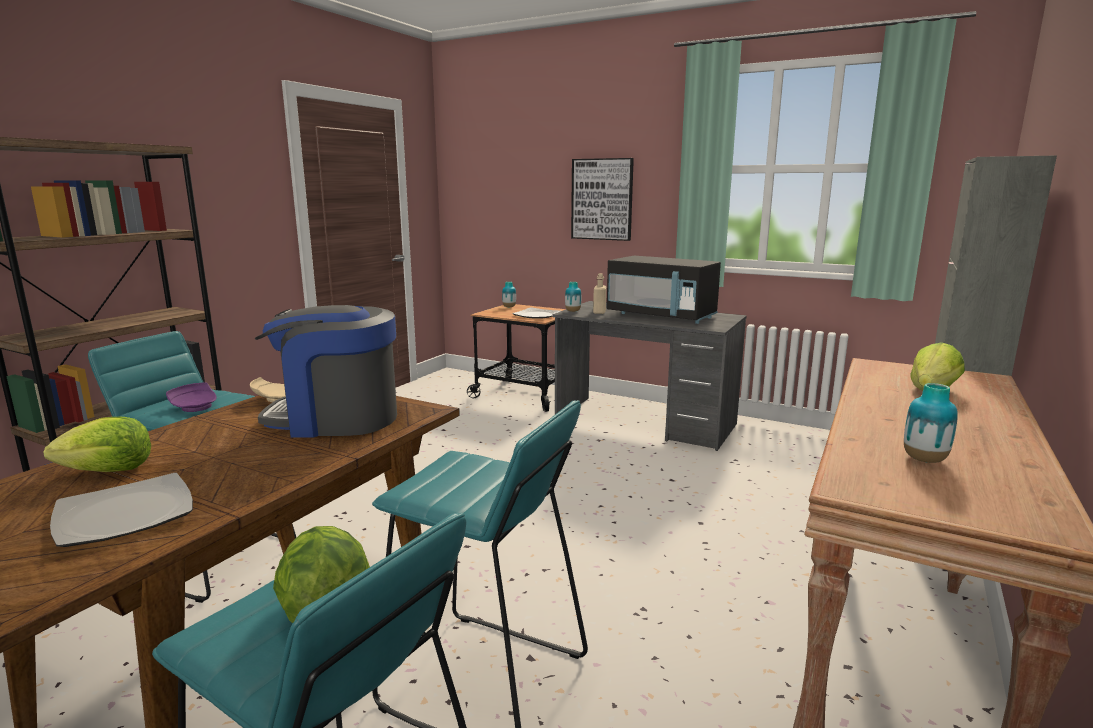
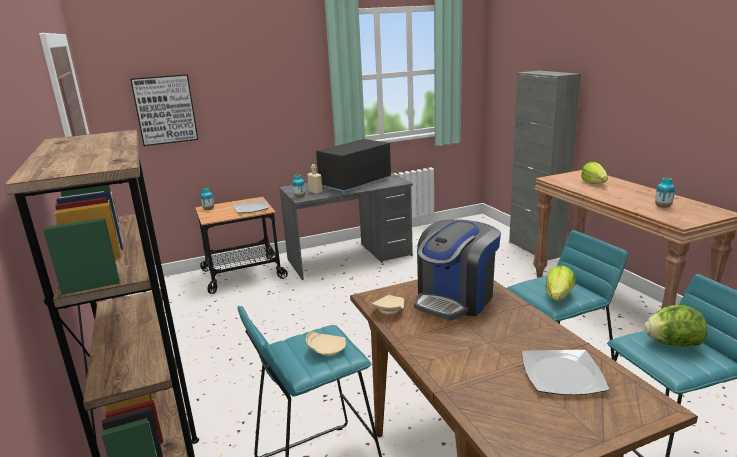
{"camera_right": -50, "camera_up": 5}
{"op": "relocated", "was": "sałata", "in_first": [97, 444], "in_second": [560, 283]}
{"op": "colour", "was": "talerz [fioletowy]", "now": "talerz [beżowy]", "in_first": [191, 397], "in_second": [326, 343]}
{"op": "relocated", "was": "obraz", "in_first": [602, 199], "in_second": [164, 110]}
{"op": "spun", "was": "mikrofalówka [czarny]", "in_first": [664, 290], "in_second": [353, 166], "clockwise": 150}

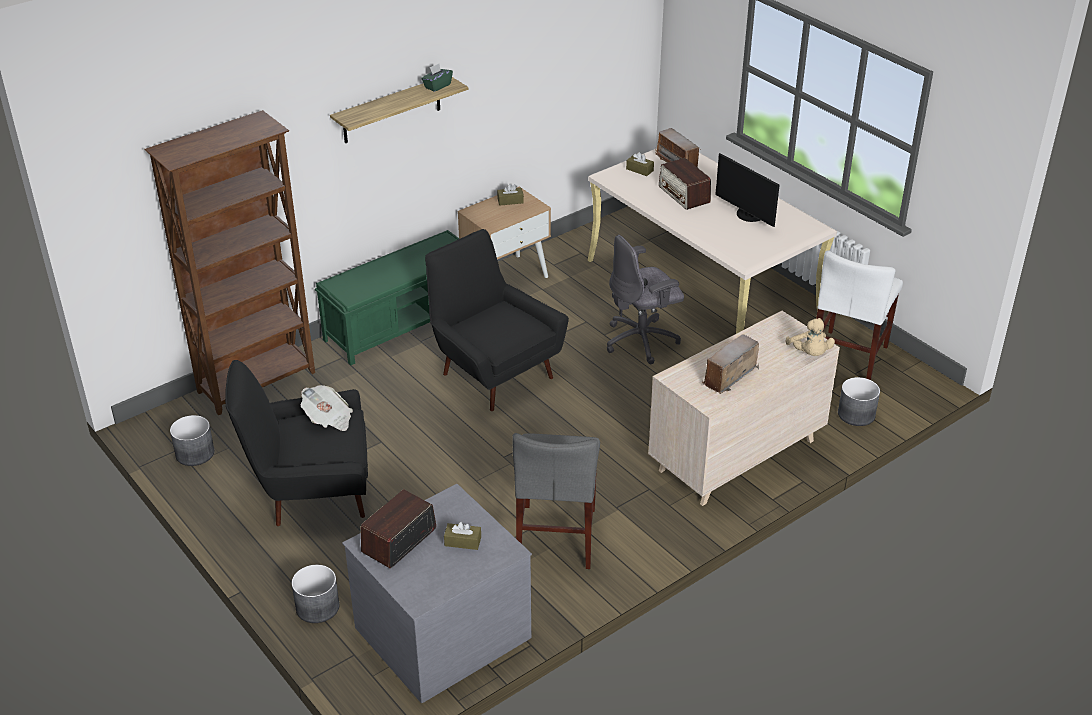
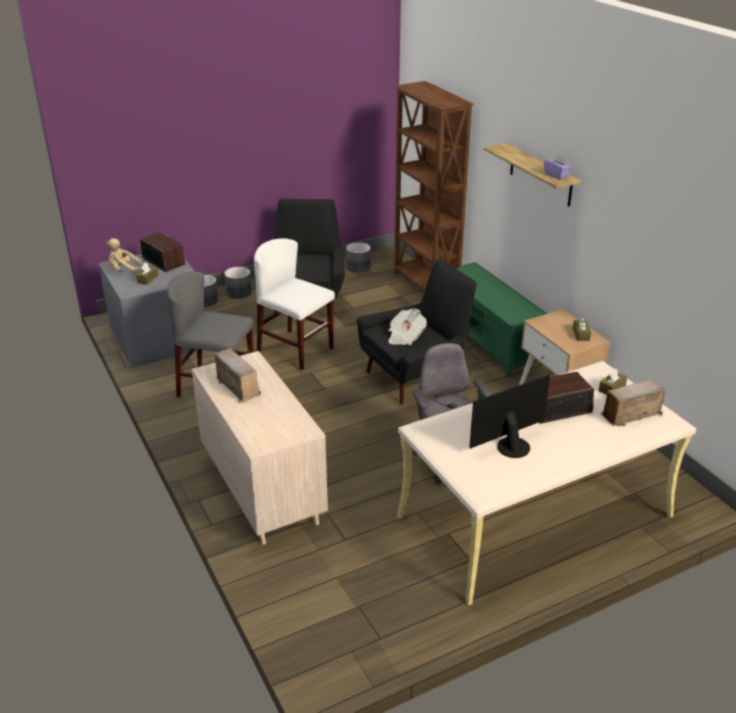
{"camera_right": 100, "camera_up": -5}
{"op": "relocated", "was": "gazeta", "in_first": [327, 408], "in_second": [407, 326]}
{"op": "colour", "was": "pudełko chusteczek [zielony]", "now": "pudełko chusteczek [fioletowy]", "in_first": [437, 78], "in_second": [558, 167]}
{"op": "relocated", "was": "pluszak [beżowy]", "in_first": [810, 337], "in_second": [124, 256]}
{"op": "relocated", "was": "krzesło [biały]", "in_first": [859, 315], "in_second": [294, 304]}
{"op": "relocated", "was": "donica [szary]", "in_first": [859, 401], "in_second": [238, 282]}

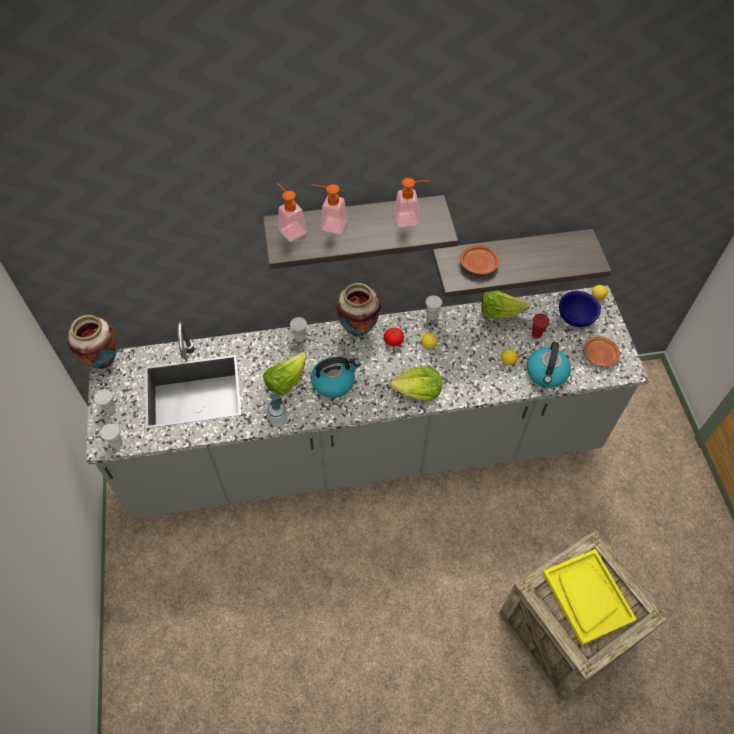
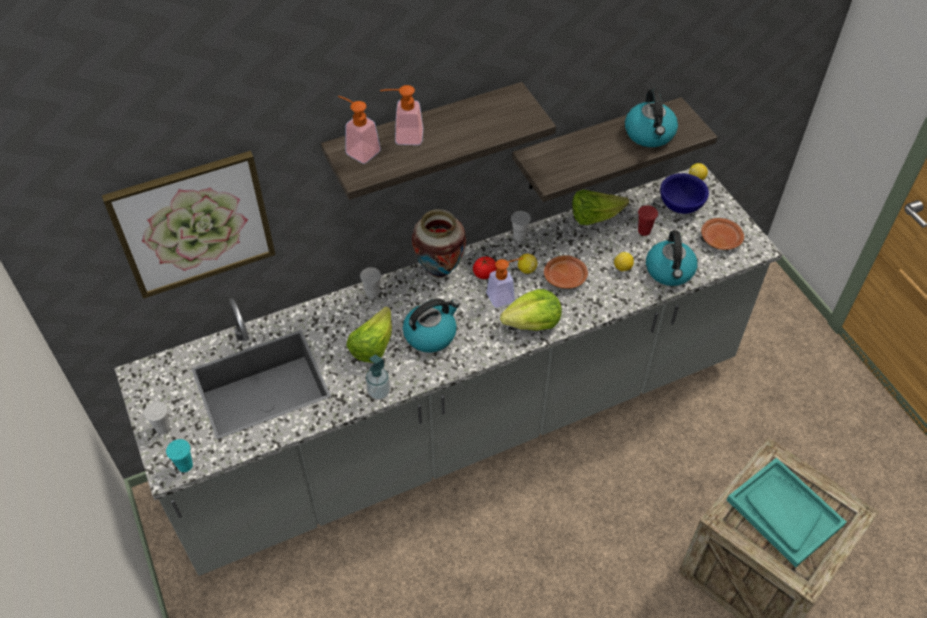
{"camera_right": -15, "camera_up": -5}
{"op": "missing", "was": "wazon", "in_first": [92, 342]}
{"op": "colour", "was": "filiżanka [biały]", "now": "filiżanka [turkusowy]", "in_first": [111, 436], "in_second": [179, 455]}
{"op": "relocated", "was": "dozownik mydła", "in_first": [412, 202], "in_second": [504, 283]}
{"op": "relocated", "was": "talerz [brązowy]", "in_first": [479, 259], "in_second": [566, 272]}
{"op": "colour", "was": "taca [żółty]", "now": "taca [turkusowy]", "in_first": [590, 597], "in_second": [786, 512]}
{"op": "appeared", "now": "obraz", "in_second": [189, 225]}
{"op": "appeared", "now": "czajnik", "in_second": [651, 118]}

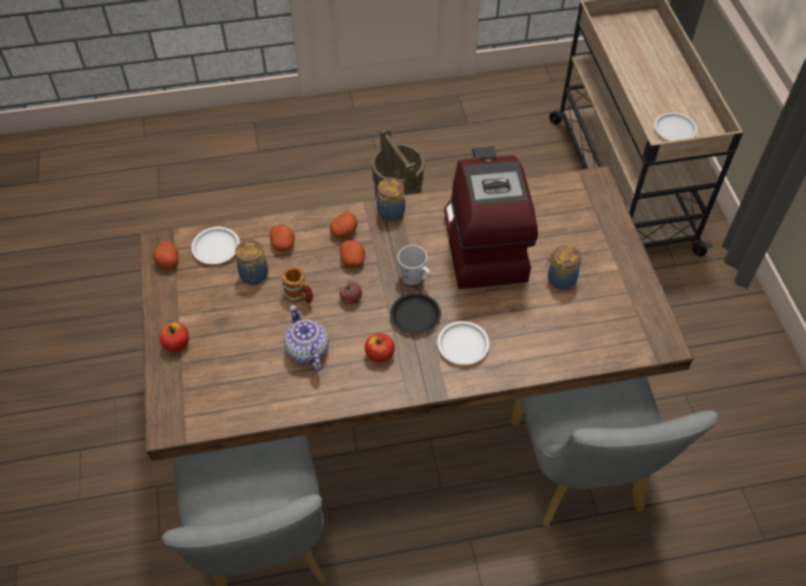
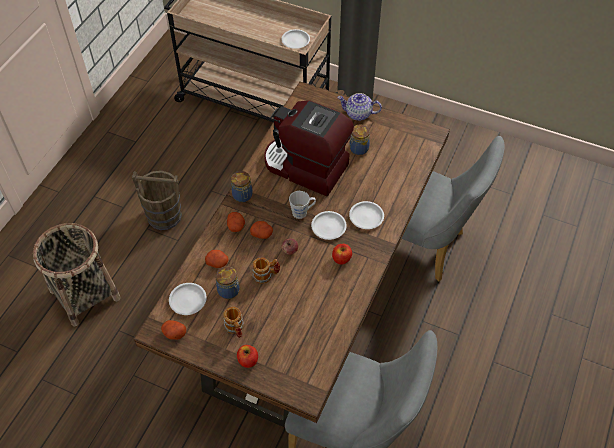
{"camera_right": -55, "camera_up": 0}
{"op": "relocated", "was": "imbryk", "in_first": [306, 338], "in_second": [359, 107]}
{"op": "colour", "was": "talerz [czarny]", "now": "talerz [biały]", "in_first": [415, 314], "in_second": [329, 225]}
{"op": "appeared", "now": "koszyk", "in_second": [77, 274]}
{"op": "appeared", "now": "kubek", "in_second": [233, 322]}

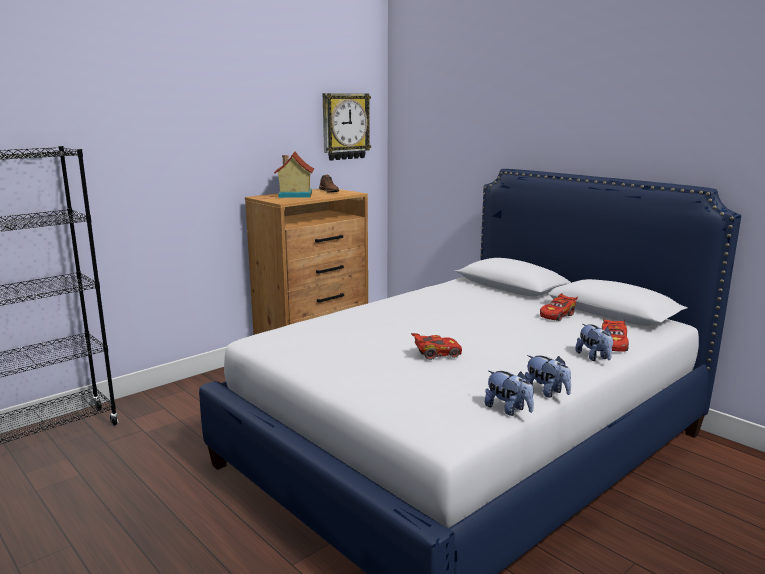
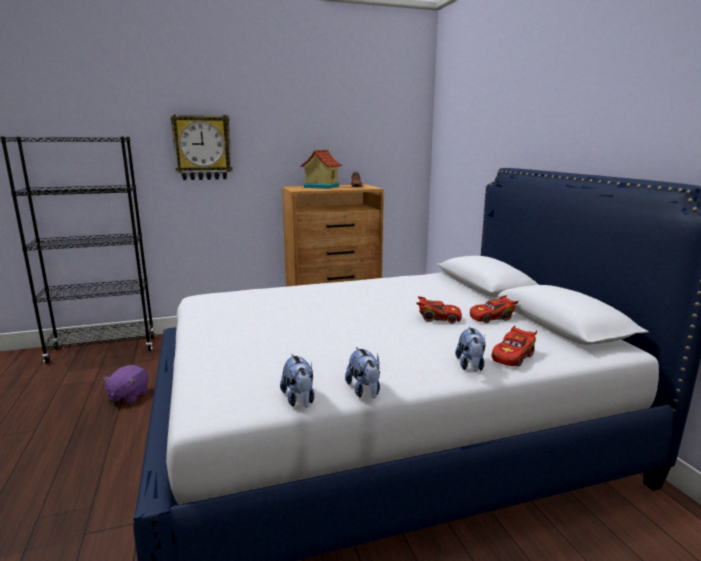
{"camera_right": 25, "camera_up": 0}
{"op": "relocated", "was": "zegar ścienny", "in_first": [347, 127], "in_second": [202, 147]}
{"op": "relocated", "was": "samochodzik [czerwony]", "in_first": [436, 346], "in_second": [439, 309]}
{"op": "appeared", "now": "pluszak [fioletowy]", "in_second": [125, 384]}

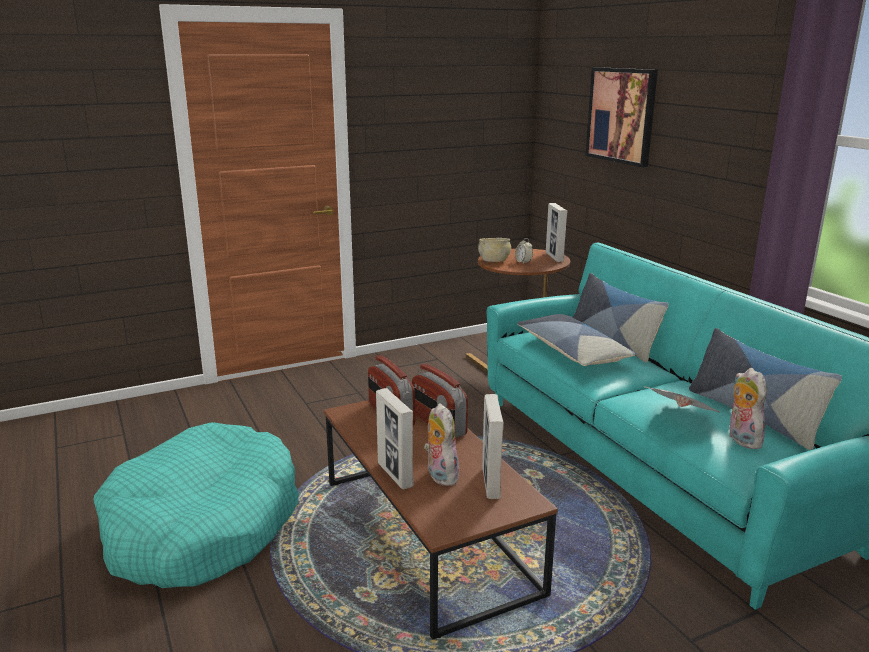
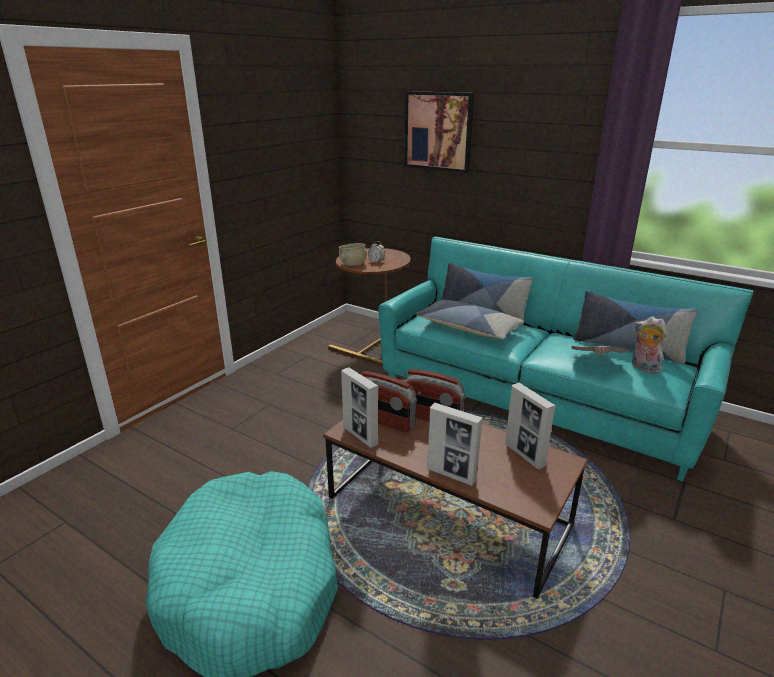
{"camera_right": -30, "camera_up": 5}
{"op": "missing", "was": "pluszak", "in_first": [442, 444]}
{"op": "relocated", "was": "ramka na zdjęcie", "in_first": [556, 232], "in_second": [360, 407]}

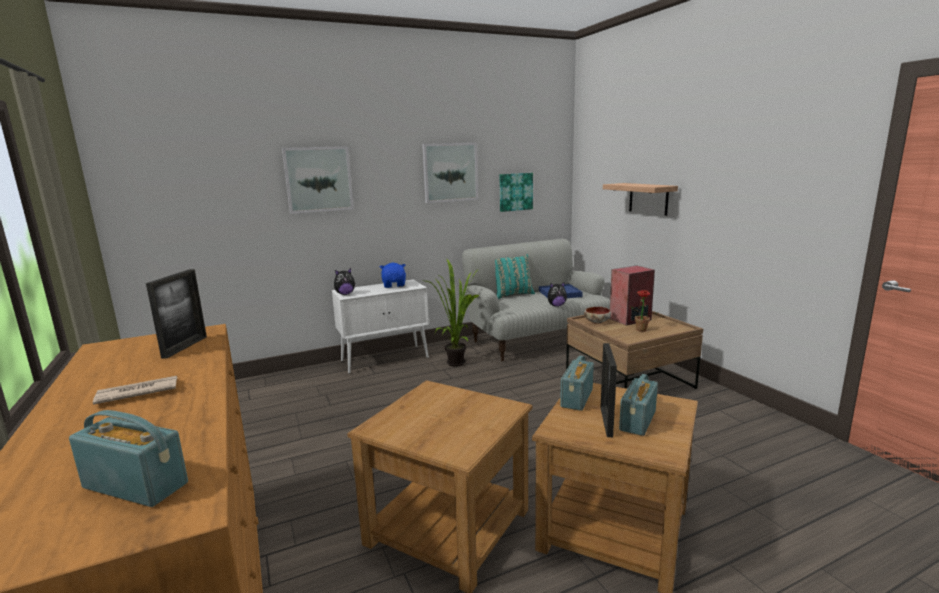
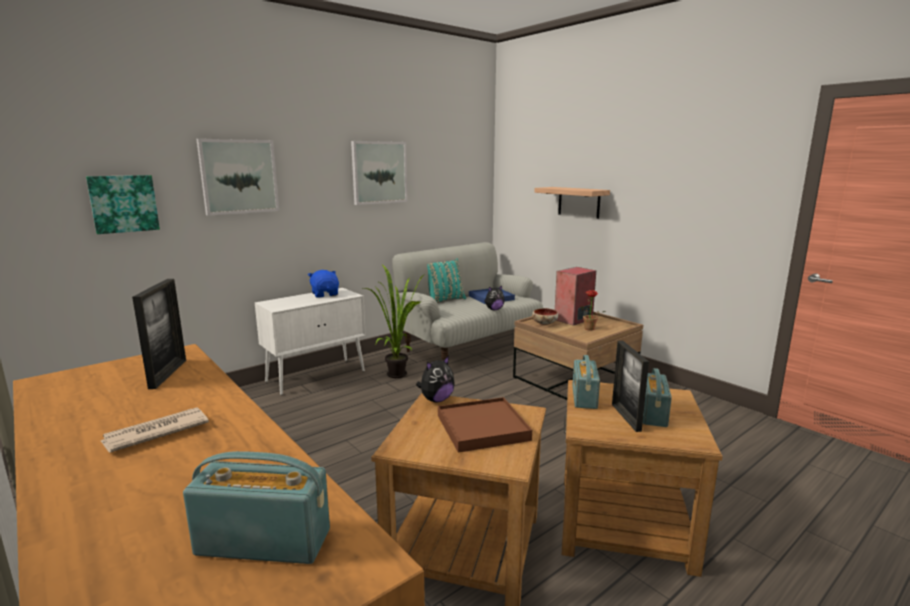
{"camera_right": -15, "camera_up": 0}
{"op": "relocated", "was": "pluszak", "in_first": [344, 281], "in_second": [435, 379]}
{"op": "relocated", "was": "obraz", "in_first": [516, 192], "in_second": [123, 204]}
{"op": "appeared", "now": "taca [brązowy]", "in_second": [485, 425]}

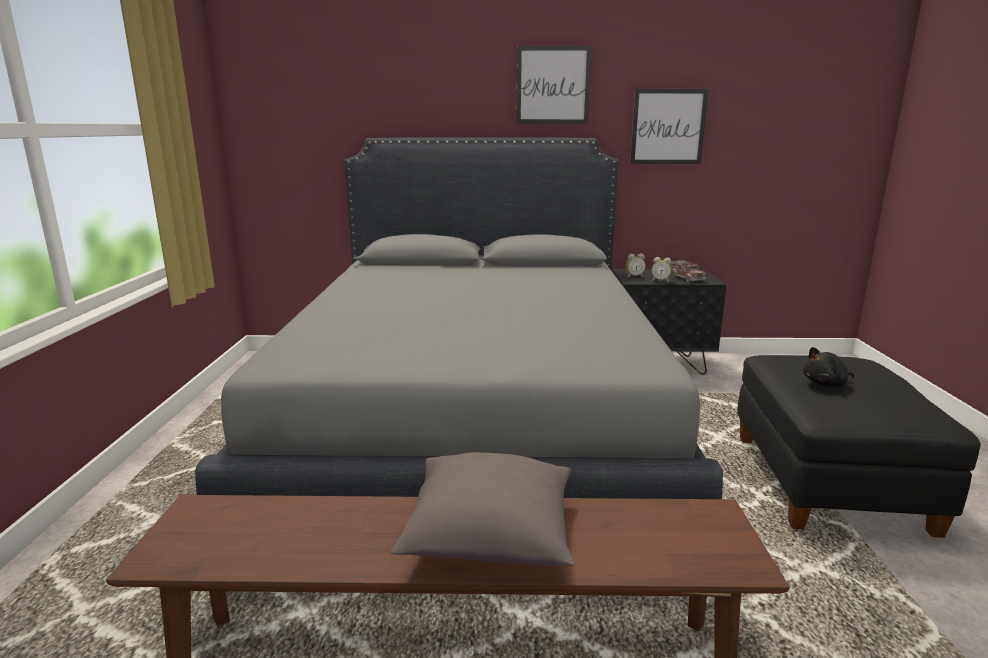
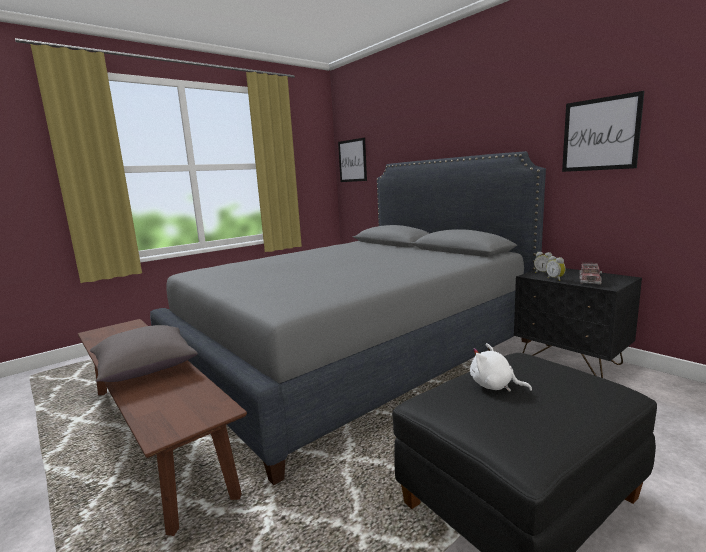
{"camera_right": 50, "camera_up": -5}
{"op": "relocated", "was": "obraz", "in_first": [554, 85], "in_second": [352, 159]}
{"op": "colour", "was": "pluszak [czarny]", "now": "pluszak [biały]", "in_first": [828, 367], "in_second": [501, 367]}

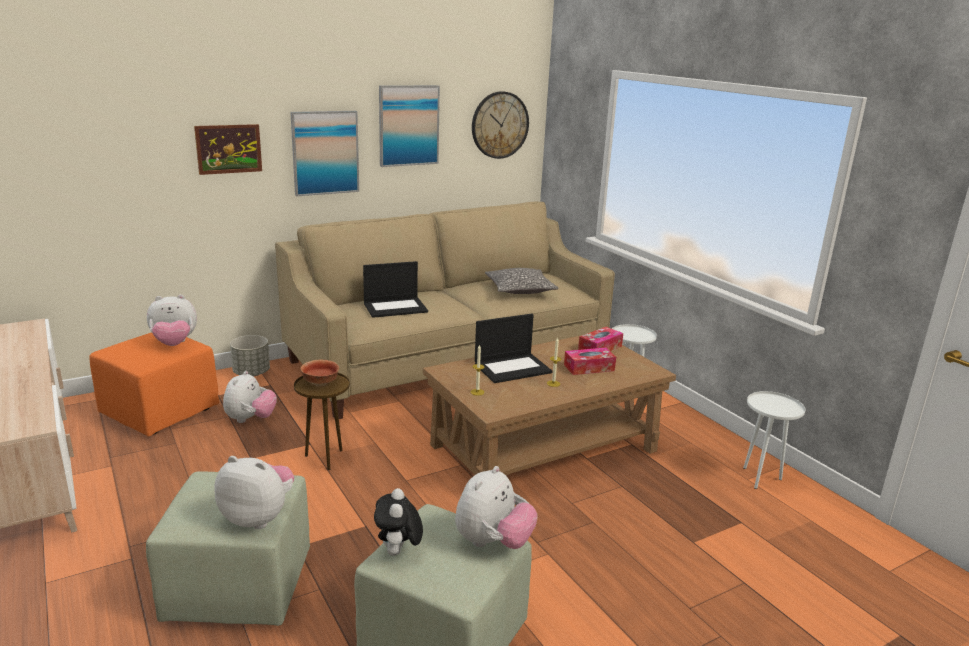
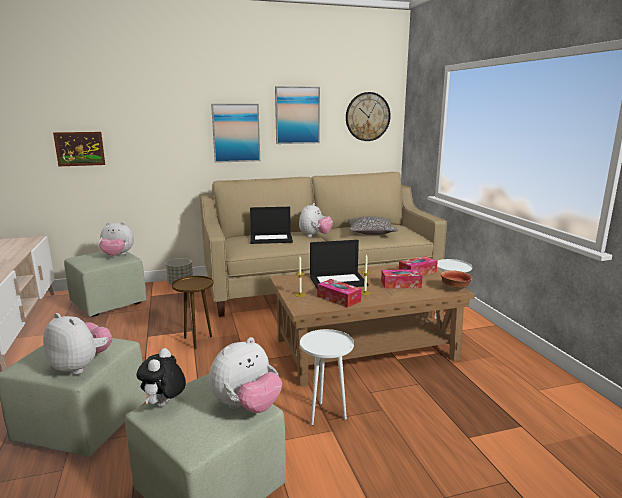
{"camera_right": 15, "camera_up": -5}
{"op": "colour", "was": "pufa [pomarańczowy]", "now": "pufa [zielony]", "in_first": [154, 384], "in_second": [105, 284]}
{"op": "relocated", "was": "obraz", "in_first": [228, 149], "in_second": [79, 149]}
{"op": "relocated", "was": "pluszak", "in_first": [250, 397], "in_second": [316, 220]}
{"op": "relocated", "was": "miska", "in_first": [319, 373], "in_second": [456, 280]}
{"op": "relocated", "was": "stolik [biały]", "in_first": [774, 440], "in_second": [327, 377]}
{"op": "appeared", "now": "pudełko chusteczek", "in_second": [339, 293]}

